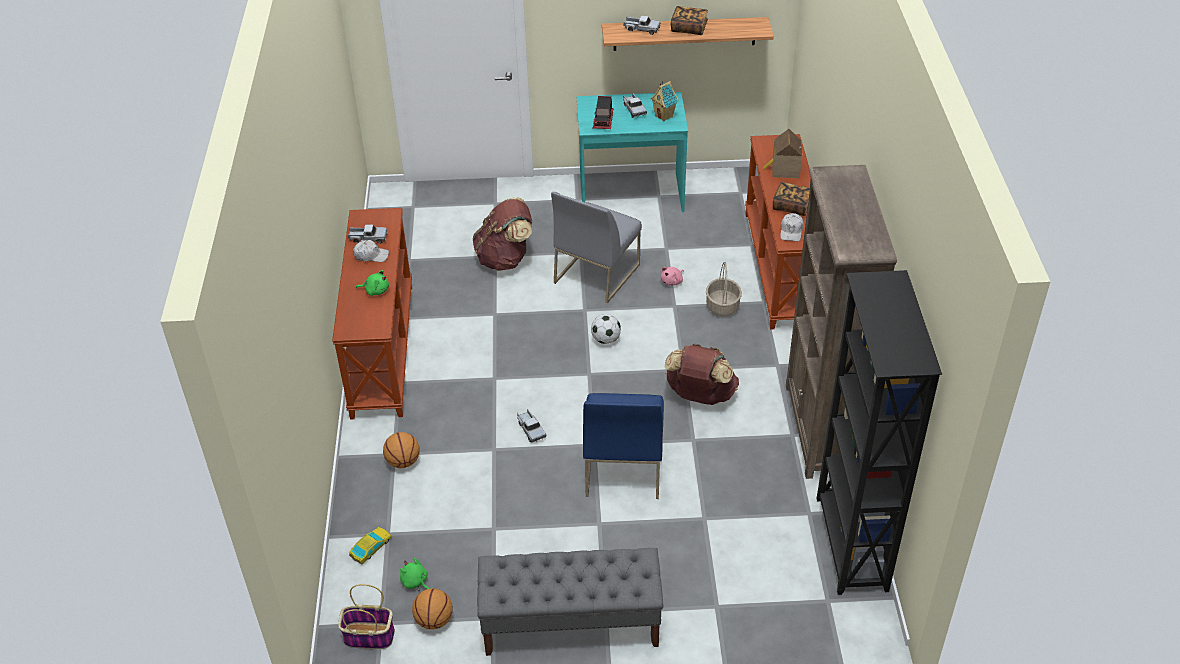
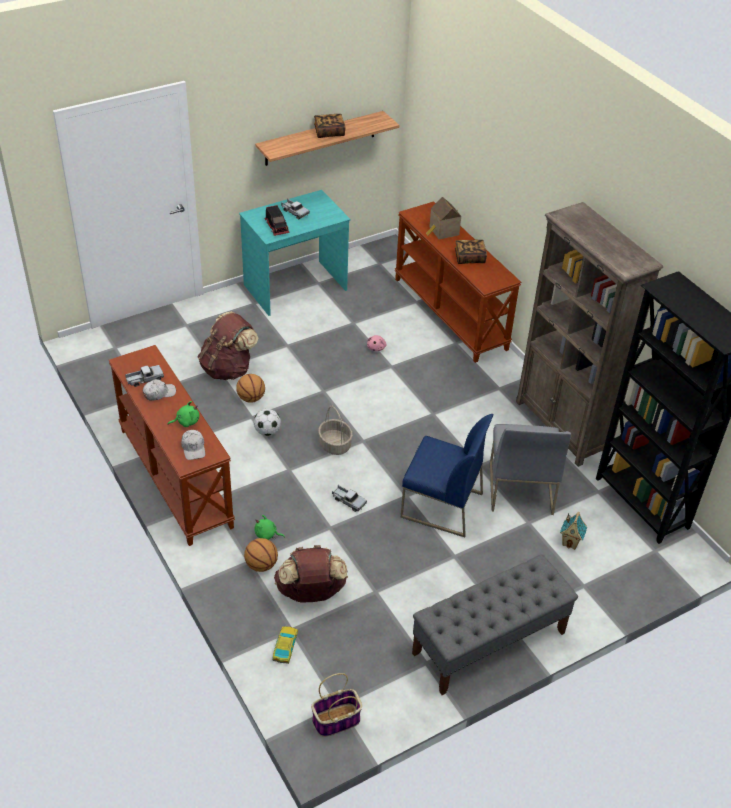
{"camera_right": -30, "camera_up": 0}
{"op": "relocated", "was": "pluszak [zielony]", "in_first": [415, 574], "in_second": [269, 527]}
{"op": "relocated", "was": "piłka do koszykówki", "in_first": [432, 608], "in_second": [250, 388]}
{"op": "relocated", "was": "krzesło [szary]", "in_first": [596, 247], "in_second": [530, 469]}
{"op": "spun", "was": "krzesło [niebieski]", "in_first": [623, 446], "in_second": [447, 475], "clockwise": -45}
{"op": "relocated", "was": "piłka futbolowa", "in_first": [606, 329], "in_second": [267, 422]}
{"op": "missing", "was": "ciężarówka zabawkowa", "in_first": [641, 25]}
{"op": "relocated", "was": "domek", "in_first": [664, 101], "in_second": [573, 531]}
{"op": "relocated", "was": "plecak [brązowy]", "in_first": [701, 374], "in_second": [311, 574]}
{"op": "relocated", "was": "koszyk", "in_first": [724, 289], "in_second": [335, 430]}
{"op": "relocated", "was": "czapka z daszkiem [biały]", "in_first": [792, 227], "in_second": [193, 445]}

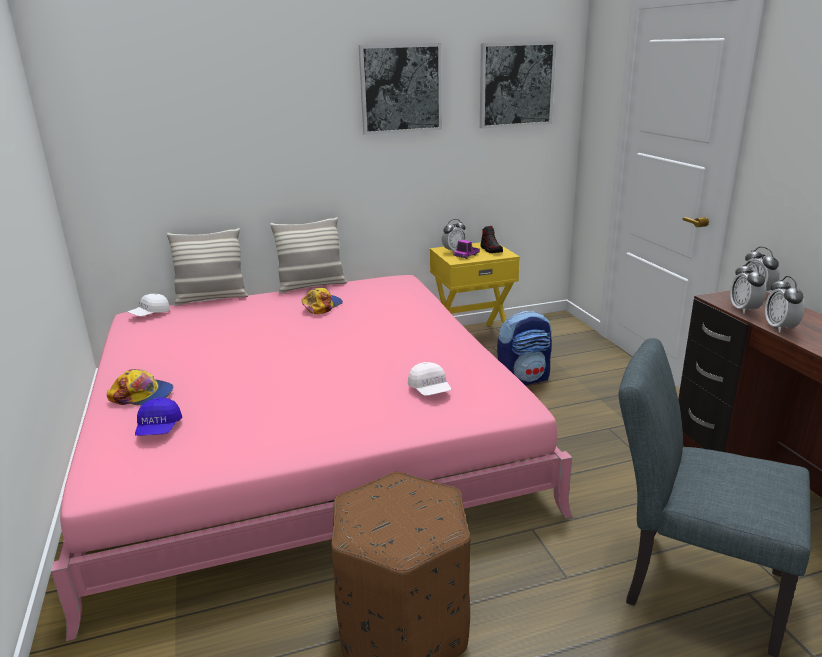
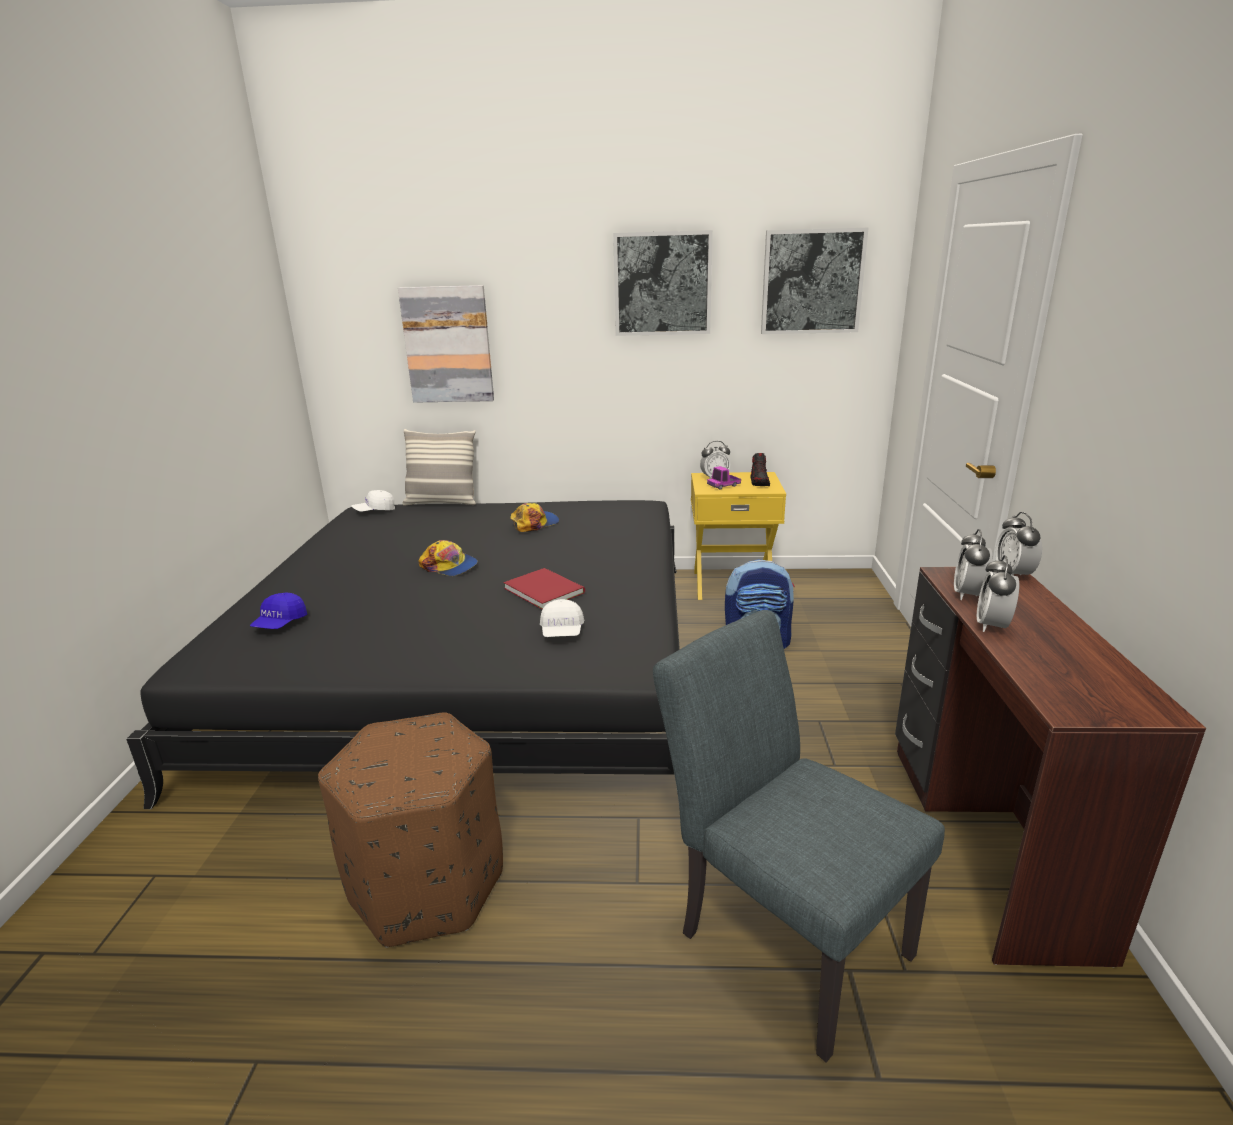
{"camera_right": 20, "camera_up": 0}
{"op": "colour", "was": "łóżko [różowy]", "now": "łóżko [czarny]", "in_first": [311, 458], "in_second": [403, 654]}
{"op": "relocated", "was": "czapka z daszkiem", "in_first": [140, 387], "in_second": [448, 558]}
{"op": "missing", "was": "poduszka", "in_first": [308, 255]}
{"op": "appeared", "now": "obraz", "in_second": [446, 344]}
{"op": "appeared", "now": "książka [czerwony]", "in_second": [544, 588]}

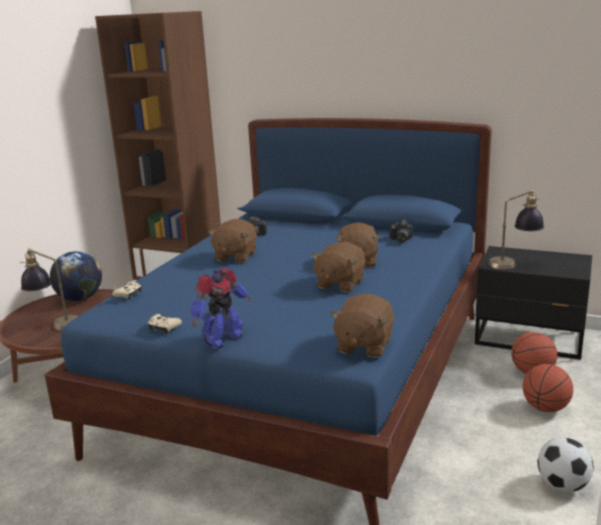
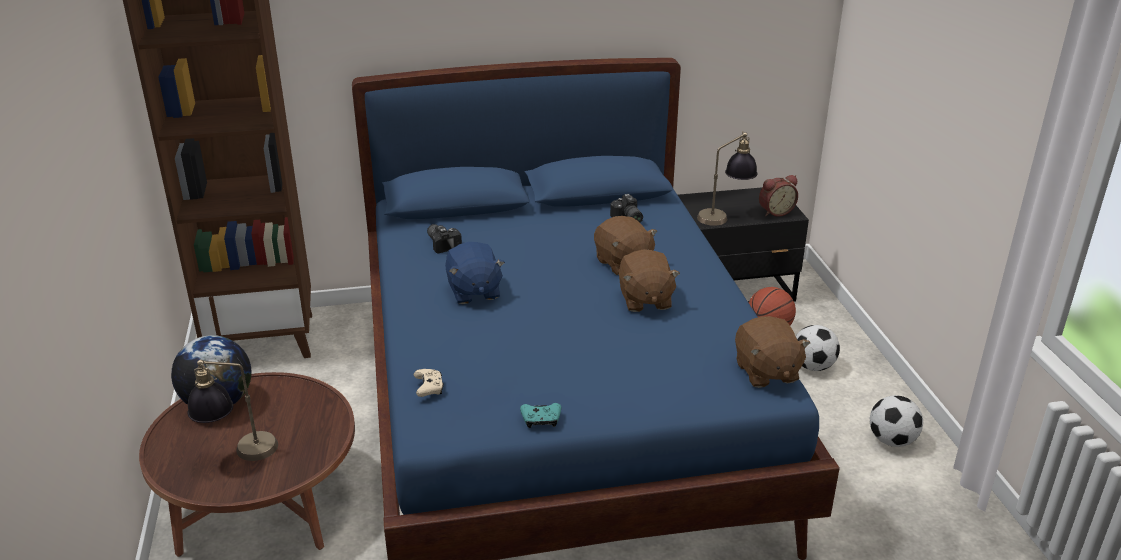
{"camera_right": -35, "camera_up": 10}
{"op": "colour", "was": "pad do gier [beżowy]", "now": "pad do gier [turkusowy]", "in_first": [165, 324], "in_second": [540, 415]}
{"op": "missing", "was": "robot zabawkowy", "in_first": [221, 308]}
{"op": "colour", "was": "pluszak [brązowy]", "now": "pluszak [niebieski]", "in_first": [232, 241], "in_second": [475, 273]}
{"op": "exchanged", "was": "piłka do koszykówki", "now": "piłka futbolowa", "in_first": [548, 388], "in_second": [818, 348]}
{"op": "appeared", "now": "budzik", "in_second": [778, 196]}

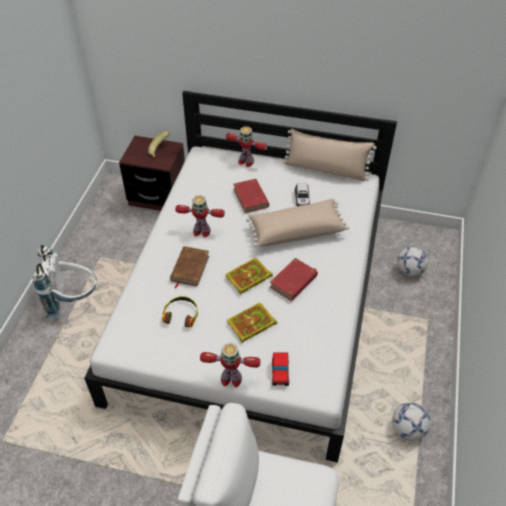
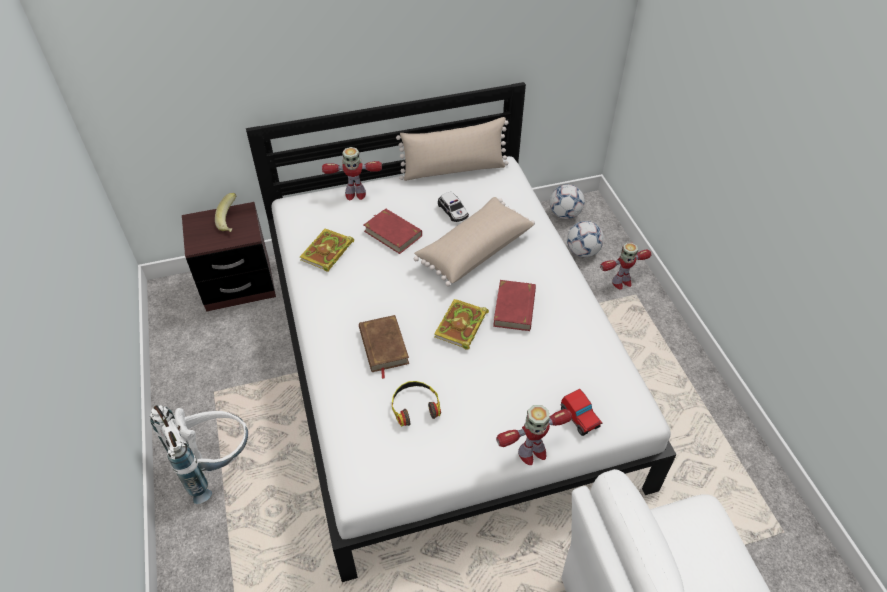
{"camera_right": -30, "camera_up": 0}
{"op": "relocated", "was": "robot zabawkowy", "in_first": [200, 216], "in_second": [626, 266]}
{"op": "relocated", "was": "książka", "in_first": [252, 323], "in_second": [327, 250]}
{"op": "relocated", "was": "piłka futbolowa", "in_first": [411, 421], "in_second": [567, 201]}

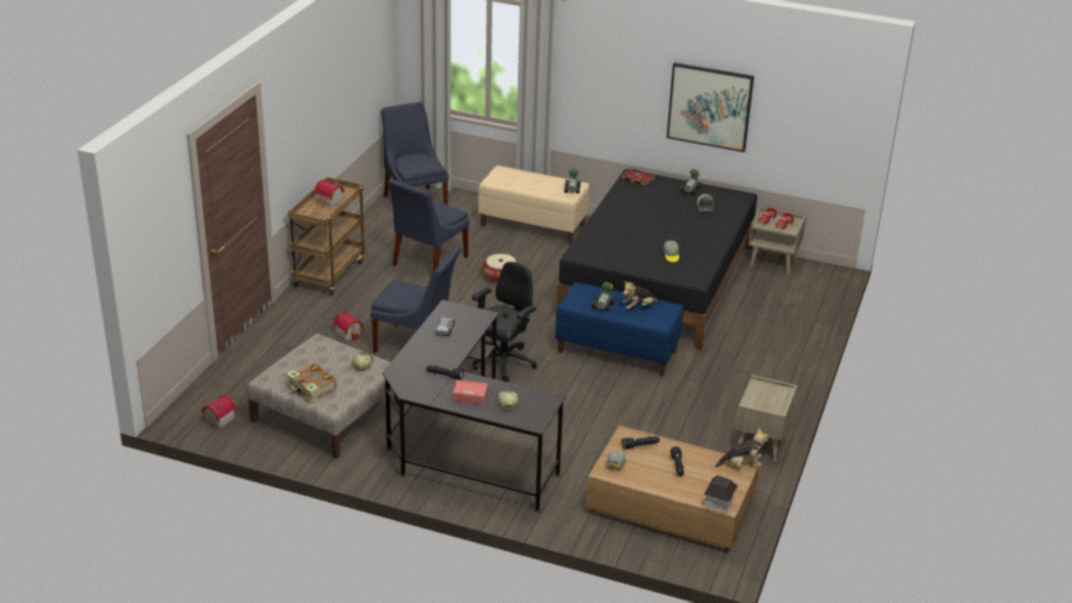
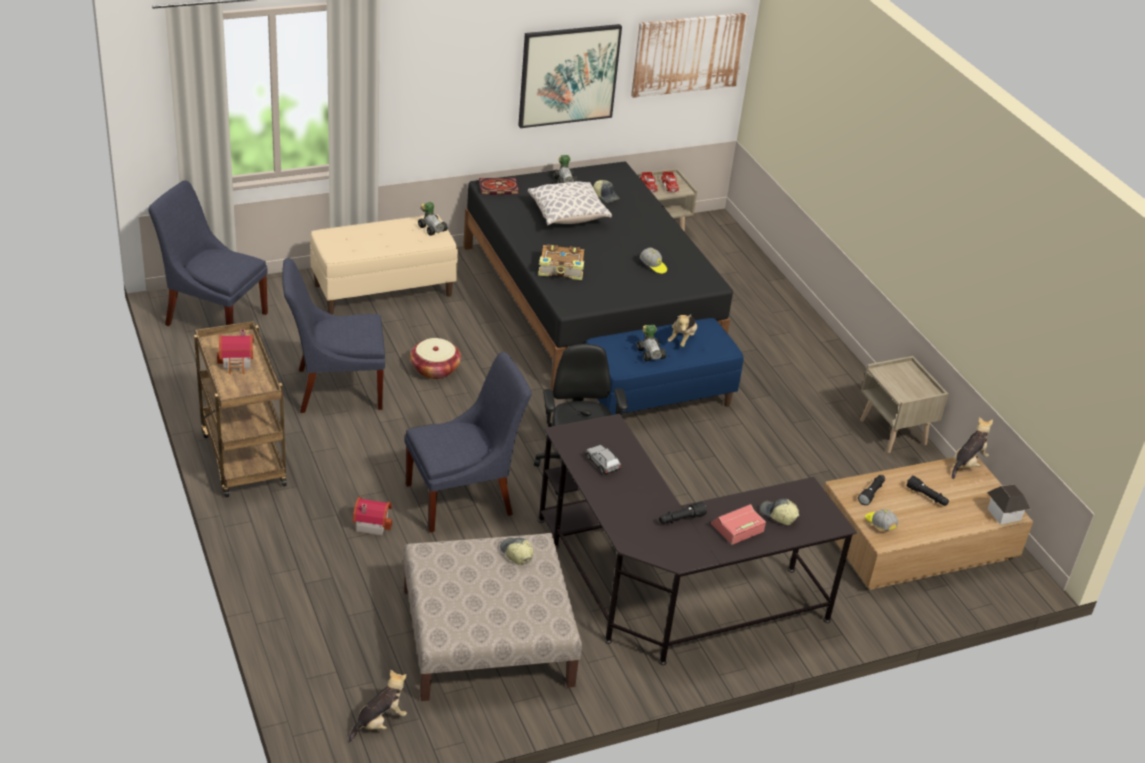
{"camera_right": -45, "camera_up": 5}
{"op": "exchanged", "was": "domek", "now": "pluszak", "in_first": [219, 411], "in_second": [378, 706]}
{"op": "relocated", "was": "książka", "in_first": [311, 383], "in_second": [561, 262]}
{"op": "spun", "was": "krzesło [niebieski]", "in_first": [428, 226], "in_second": [333, 335], "clockwise": 90}
{"op": "appeared", "now": "poduszka", "in_second": [570, 203]}
{"op": "appeared", "now": "obraz", "in_second": [690, 55]}

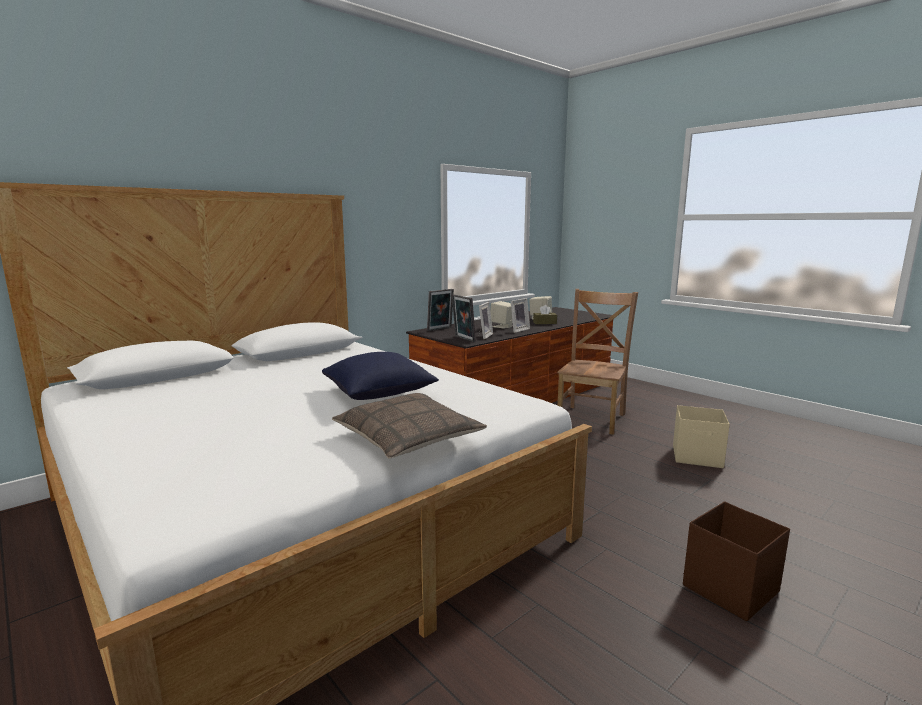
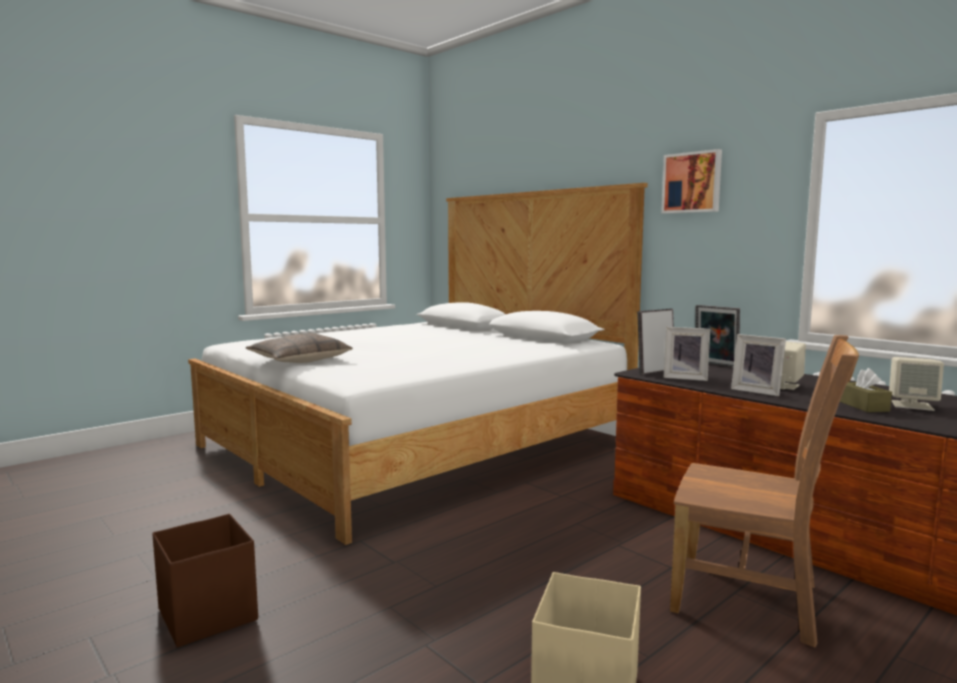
{"camera_right": 90, "camera_up": -5}
{"op": "missing", "was": "poduszka [niebieski]", "in_first": [380, 376]}
{"op": "appeared", "now": "obraz", "in_second": [691, 181]}

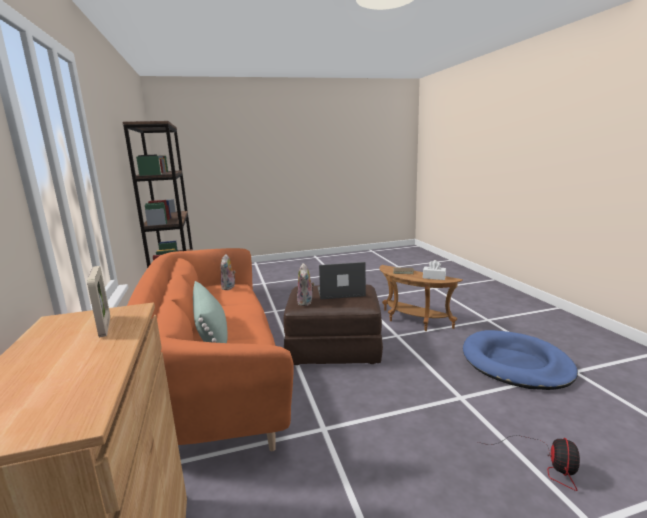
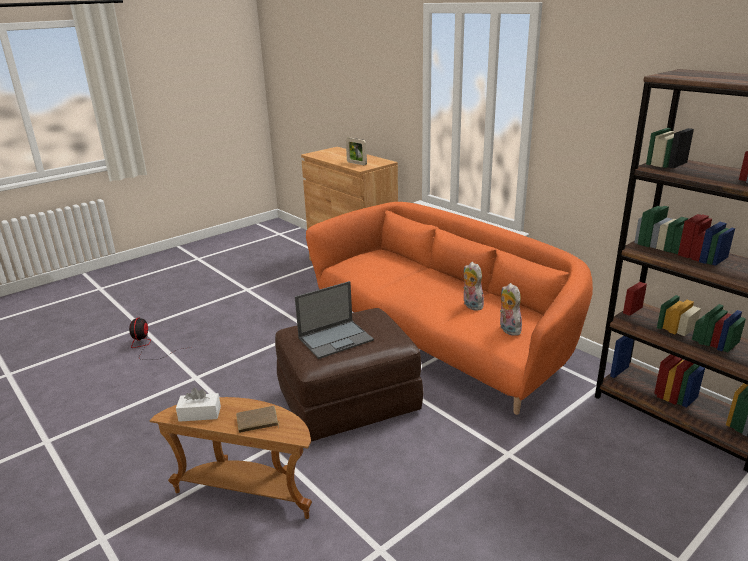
{"camera_right": 155, "camera_up": 10}
{"op": "missing", "was": "poduszka [zielony]", "in_first": [210, 312]}
{"op": "relocated", "was": "pluszak", "in_first": [306, 284], "in_second": [473, 286]}
{"op": "missing", "was": "legowisko [niebieski]", "in_first": [520, 360]}

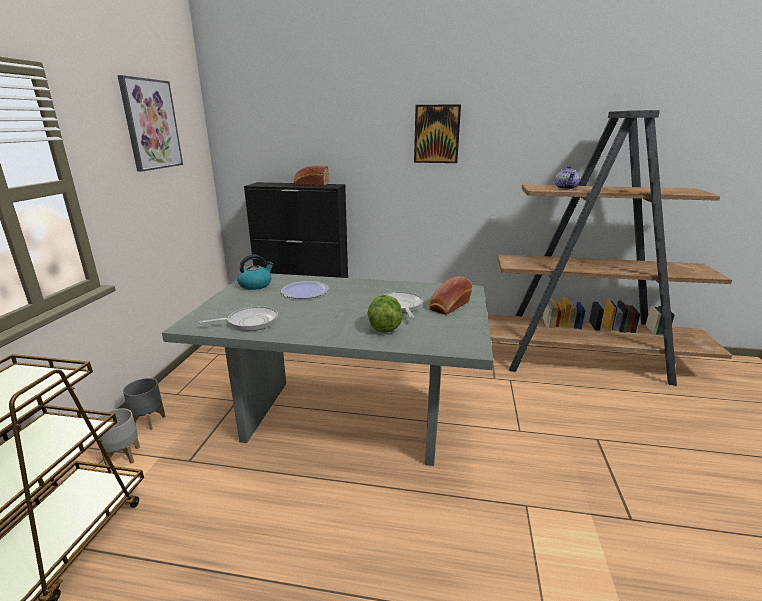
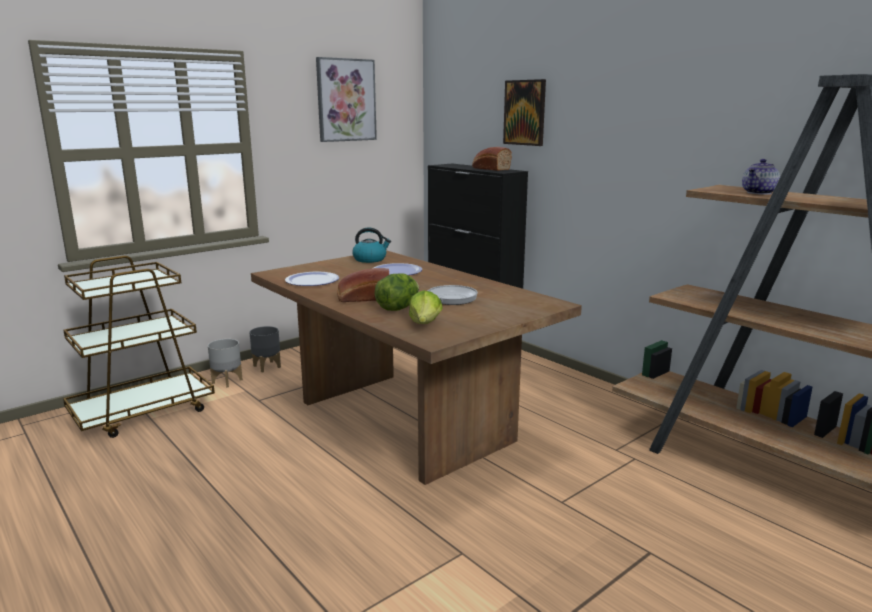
{"camera_right": 40, "camera_up": -5}
{"op": "colour", "was": "stół jadalny [szary]", "now": "stół jadalny [brązowy]", "in_first": [327, 370], "in_second": [416, 367]}
{"op": "exchanged", "was": "patelnia", "now": "talerz", "in_first": [238, 318], "in_second": [312, 279]}
{"op": "relocated", "was": "obraz", "in_first": [437, 134], "in_second": [524, 112]}
{"op": "relocated", "was": "chleb", "in_first": [450, 295], "in_second": [363, 285]}
{"op": "appeared", "now": "sałata", "in_second": [426, 307]}

